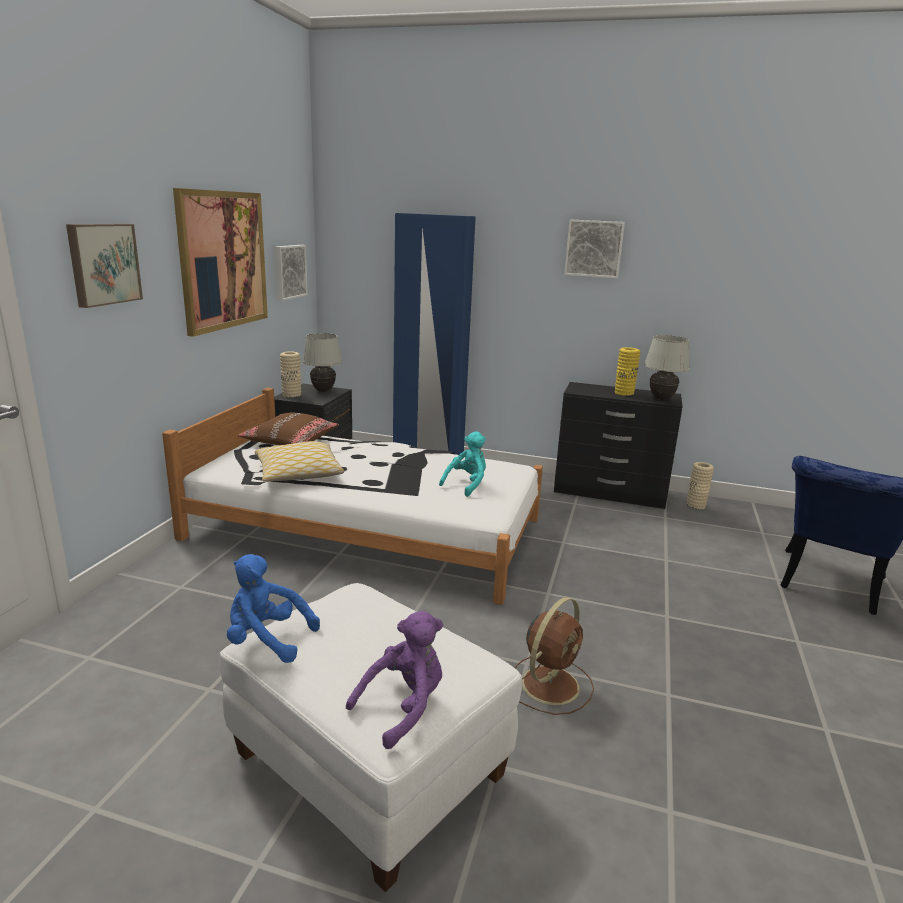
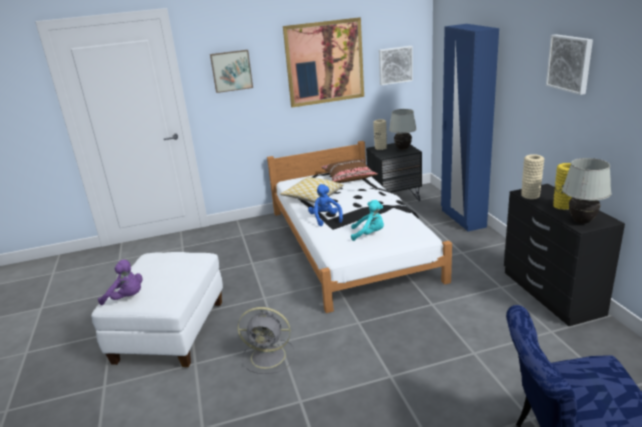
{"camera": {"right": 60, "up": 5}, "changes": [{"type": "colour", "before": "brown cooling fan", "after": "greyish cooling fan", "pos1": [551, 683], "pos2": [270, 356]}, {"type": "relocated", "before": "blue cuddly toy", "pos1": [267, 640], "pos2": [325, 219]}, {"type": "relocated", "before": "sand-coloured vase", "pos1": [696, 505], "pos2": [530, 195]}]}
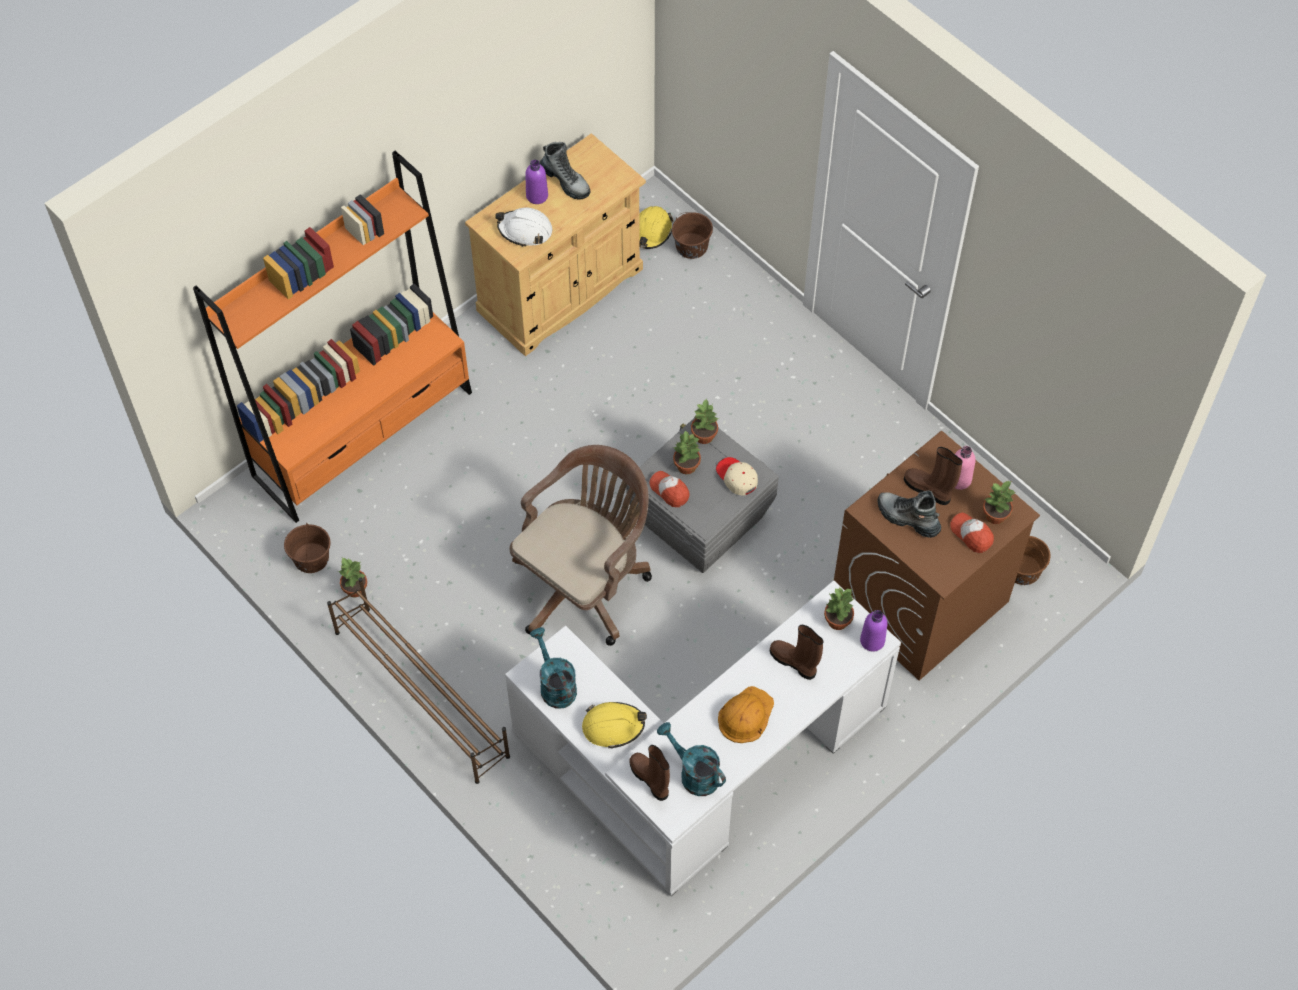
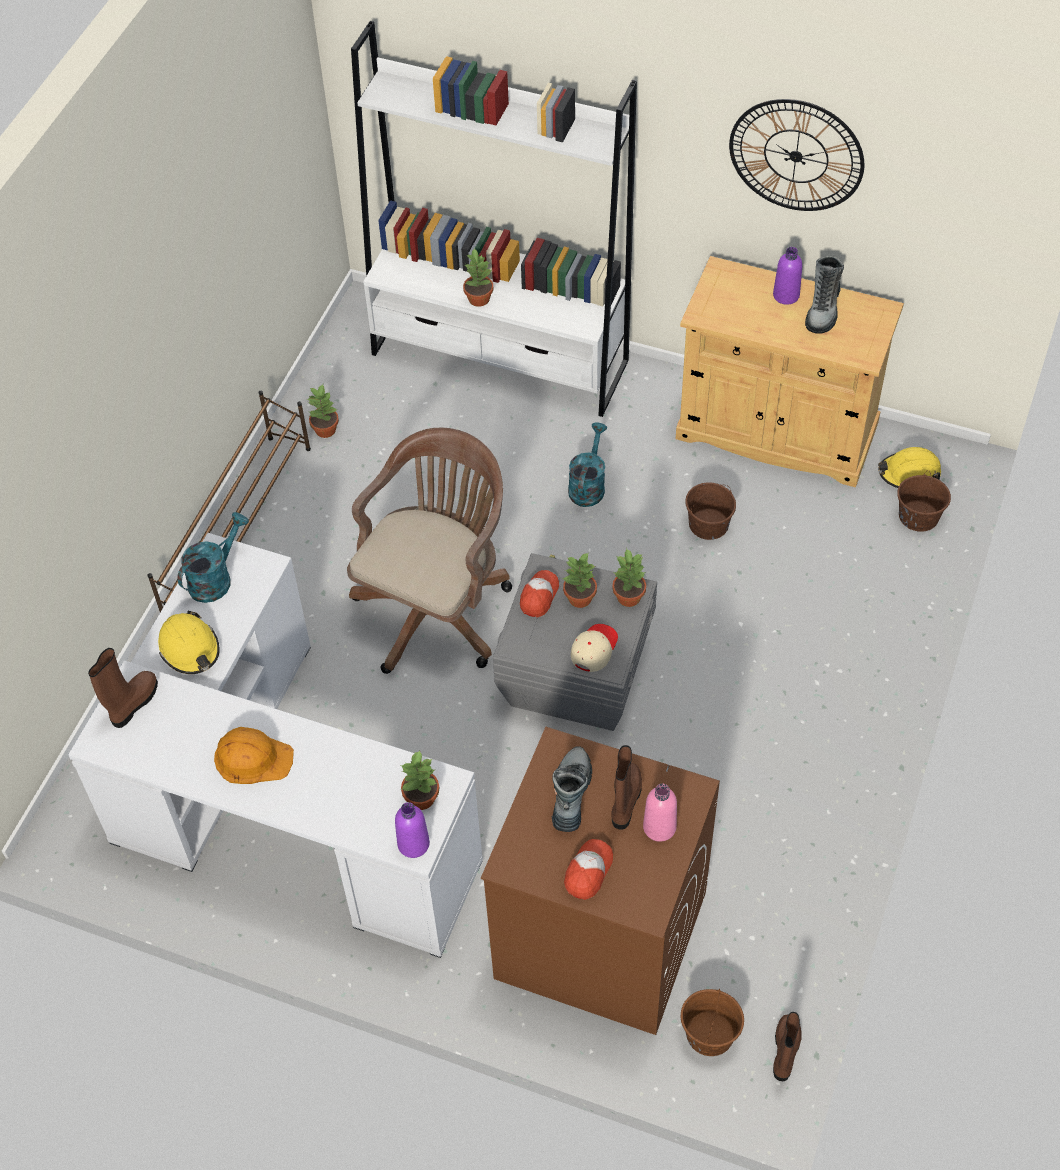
{"camera": {"right": 65, "up": -5}, "changes": [{"type": "spun", "before": "brown computer chair", "pos1": [585, 583], "pos2": [437, 607], "turn": -75}, {"type": "colour", "before": "orange bookcase", "after": "whitish bookcase", "pos1": [363, 433], "pos2": [500, 358]}, {"type": "relocated", "before": "potted plant", "pos1": [994, 515], "pos2": [478, 298]}, {"type": "relocated", "before": "blue-green sprinkling can", "pos1": [693, 773], "pos2": [588, 485]}, {"type": "relocated", "before": "brown water bucket", "pos1": [311, 558], "pos2": [709, 524]}, {"type": "appeared", "after": "wall clock", "pos2": [796, 156]}, {"type": "relocated", "before": "brown boot", "pos1": [794, 662], "pos2": [785, 1051]}, {"type": "missing", "before": "whitish hard hat", "pos1": [525, 230]}]}
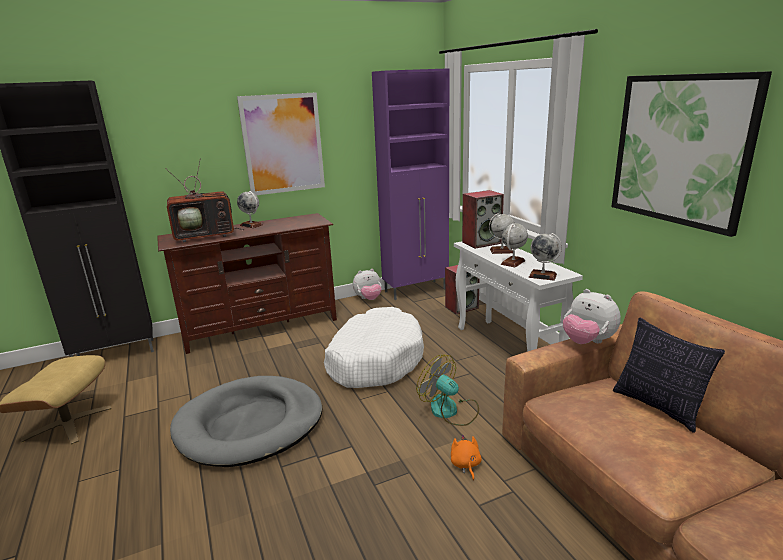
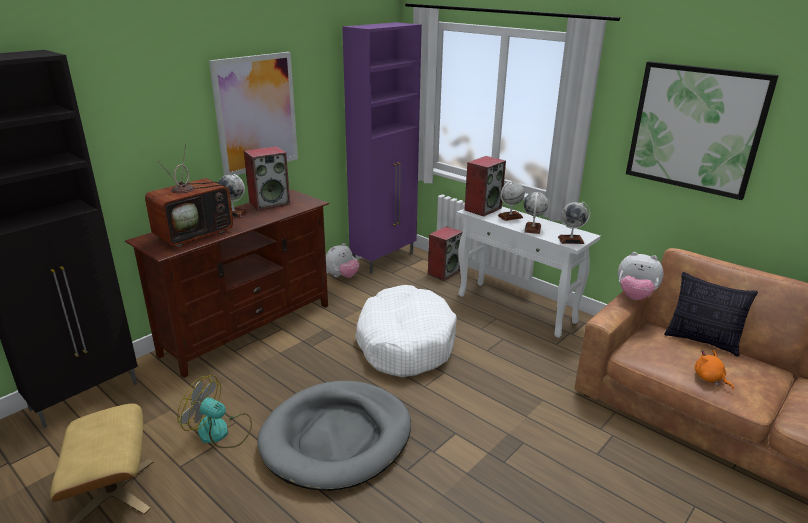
{"camera": {"right": -25, "up": 5}, "changes": [{"type": "relocated", "before": "cooling fan", "pos1": [450, 411], "pos2": [220, 432]}, {"type": "appeared", "after": "speaker", "pos2": [270, 203]}, {"type": "relocated", "before": "orange cuddly toy", "pos1": [465, 465], "pos2": [709, 378]}]}
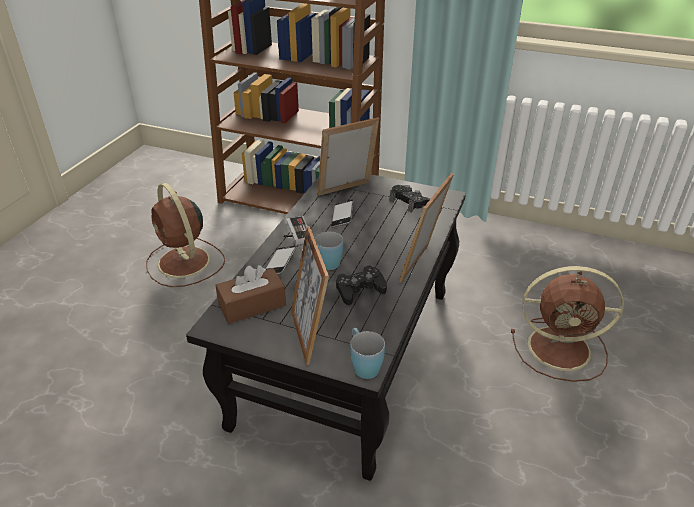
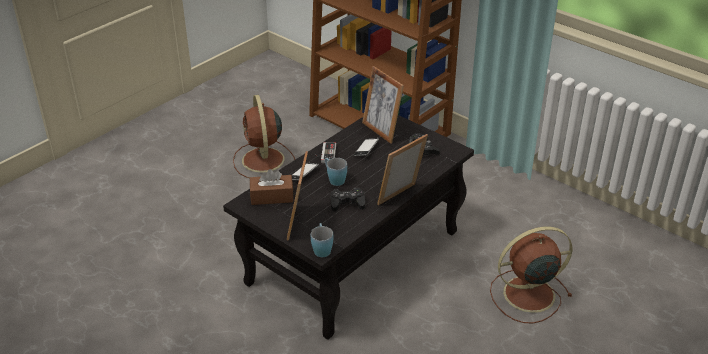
{"camera": {"right": 20, "up": 0}, "changes": [{"type": "spun", "before": "photo frame", "pos1": [347, 192], "pos2": [381, 131], "turn": -120}, {"type": "spun", "before": "brown cooling fan", "pos1": [562, 348], "pos2": [526, 294], "turn": 135}]}
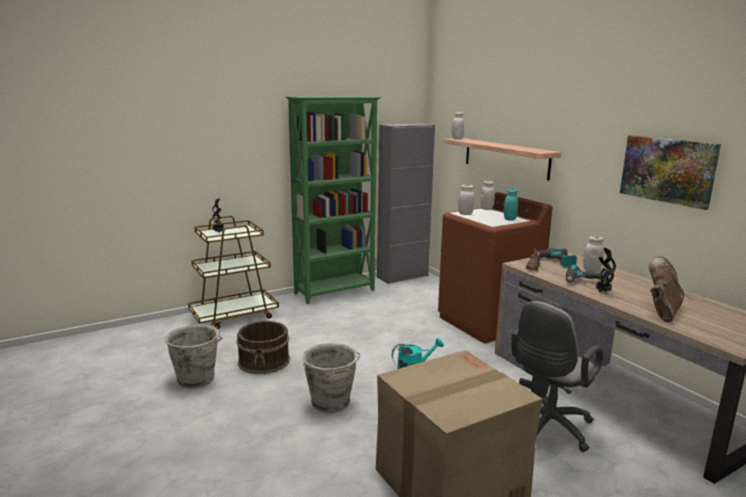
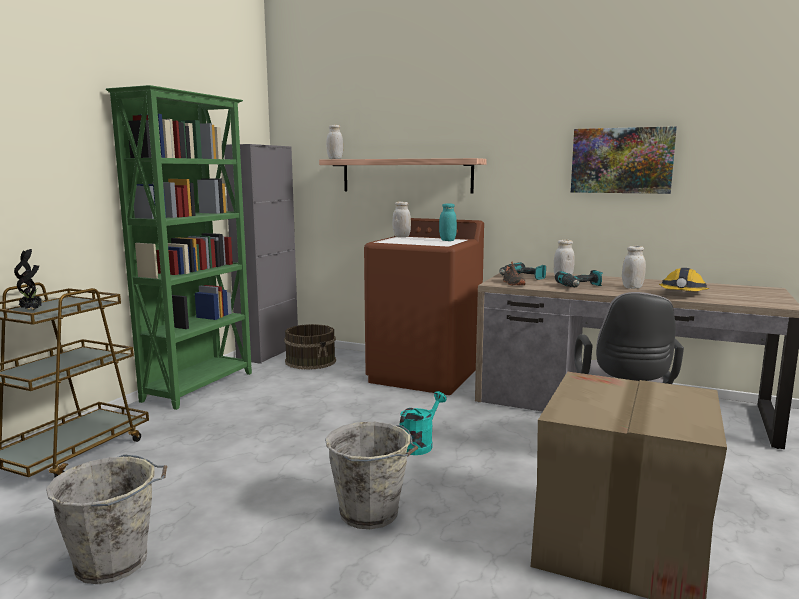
{"camera": {"right": -35, "up": -5}, "changes": [{"type": "relocated", "before": "brown water bucket", "pos1": [264, 361], "pos2": [311, 361]}, {"type": "relocated", "before": "whitish jar", "pos1": [465, 214], "pos2": [632, 287]}, {"type": "exchanged", "before": "brown boot", "after": "hard hat", "pos1": [661, 311], "pos2": [682, 294]}, {"type": "missing", "before": "potted plant", "pos1": [602, 292]}]}
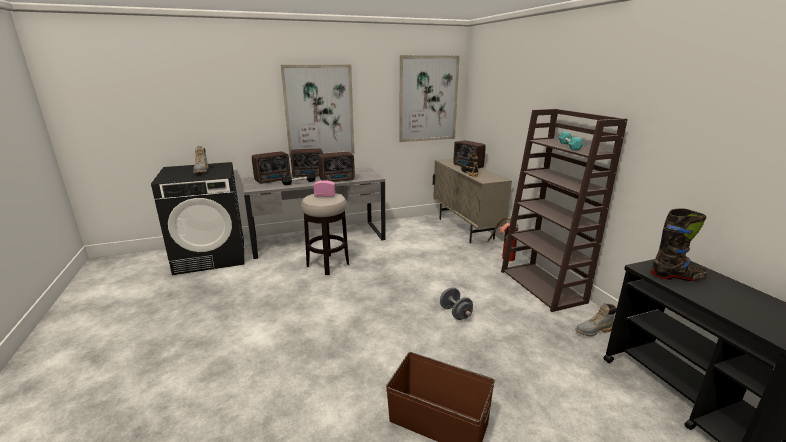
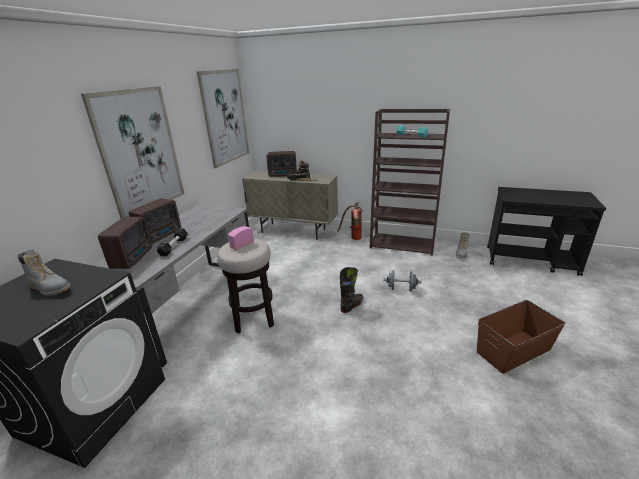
{"camera": {"right": -50, "up": 5}, "changes": [{"type": "relocated", "before": "black boot", "pos1": [677, 277], "pos2": [352, 306]}, {"type": "missing", "before": "radio set", "pos1": [338, 180]}]}
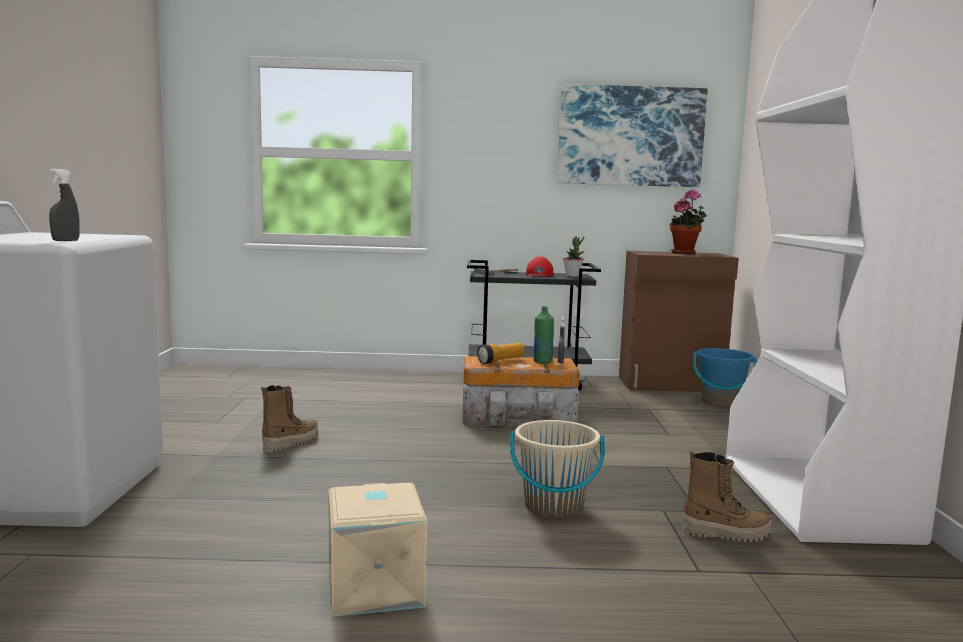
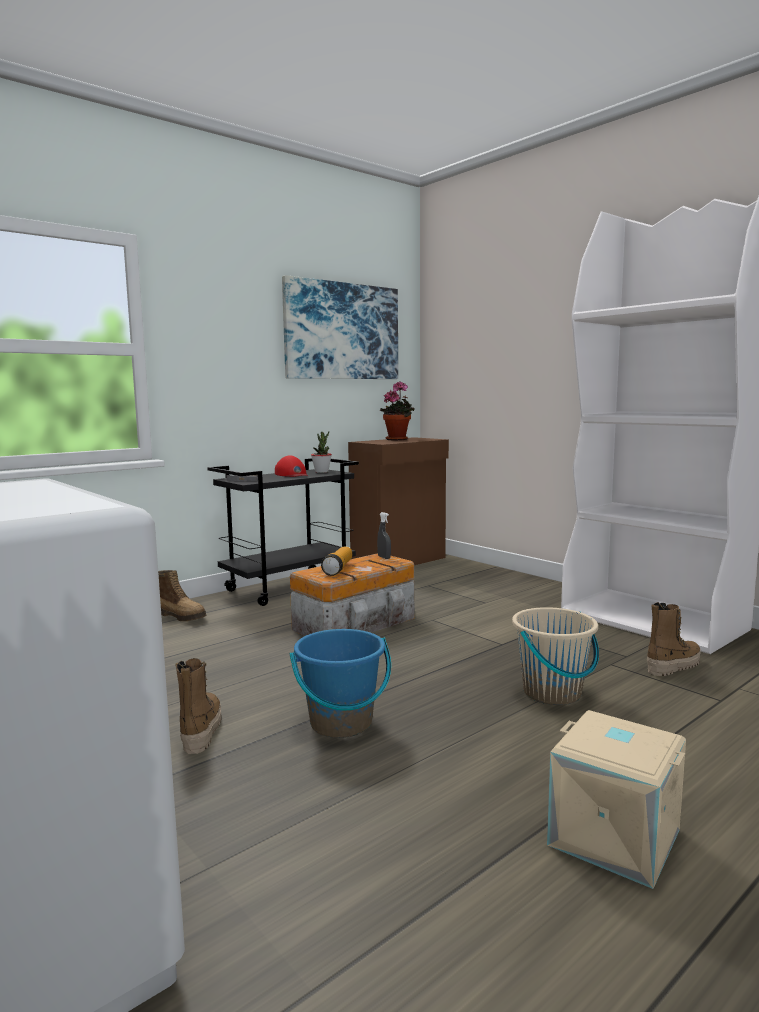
{"camera": {"right": -40, "up": 0}, "changes": [{"type": "appeared", "after": "boot", "pos2": [181, 616]}, {"type": "relocated", "before": "blue water bucket", "pos1": [720, 402], "pos2": [341, 723]}, {"type": "missing", "before": "greyish spray bottle", "pos1": [65, 241]}, {"type": "missing", "before": "greenish beverage bottle", "pos1": [542, 362]}]}
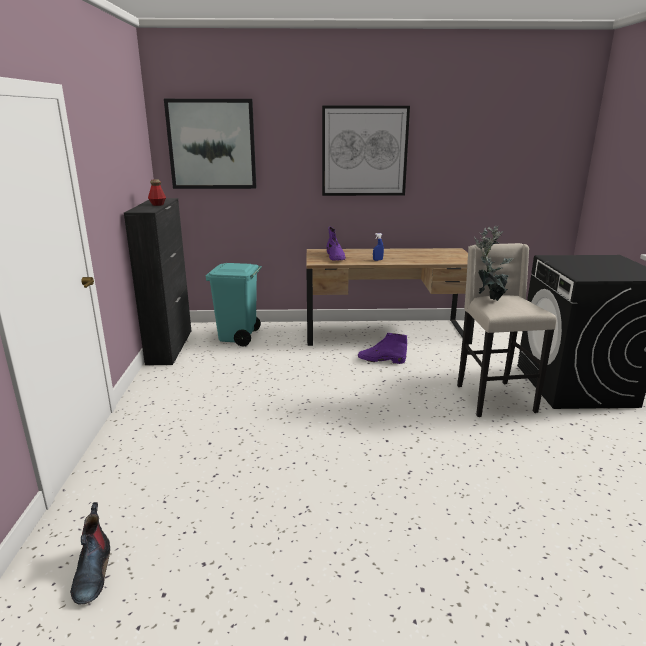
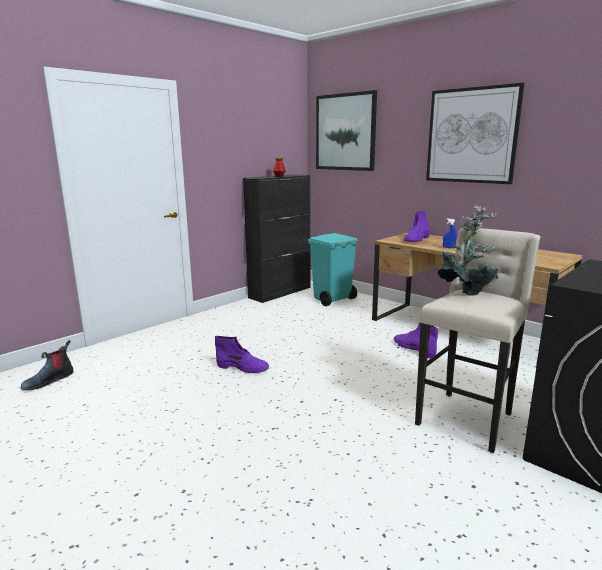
{"camera": {"right": 45, "up": -5}, "changes": [{"type": "appeared", "after": "purplish boot", "pos2": [243, 368]}]}
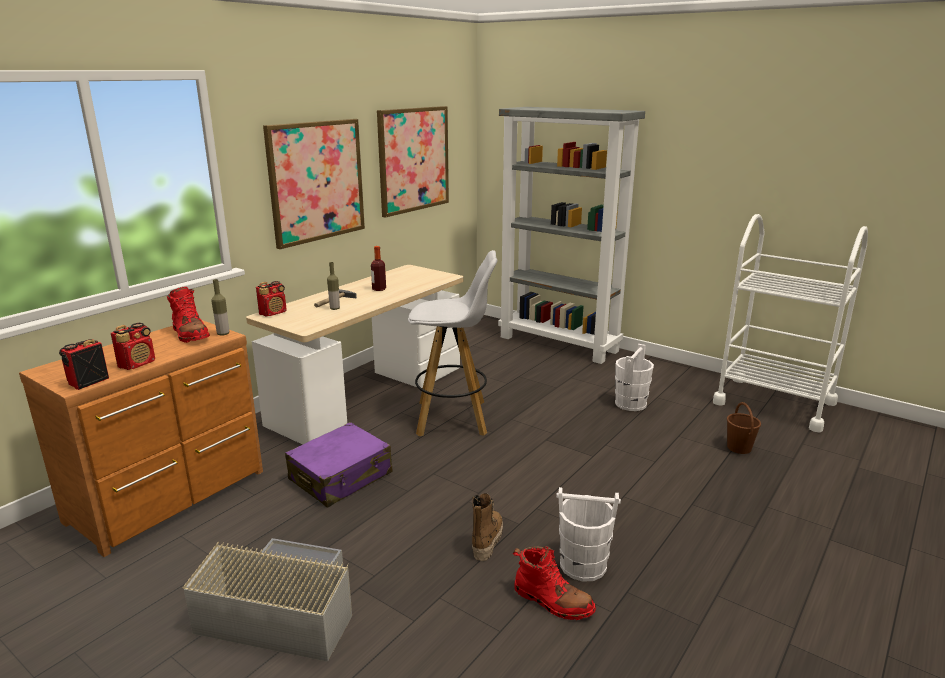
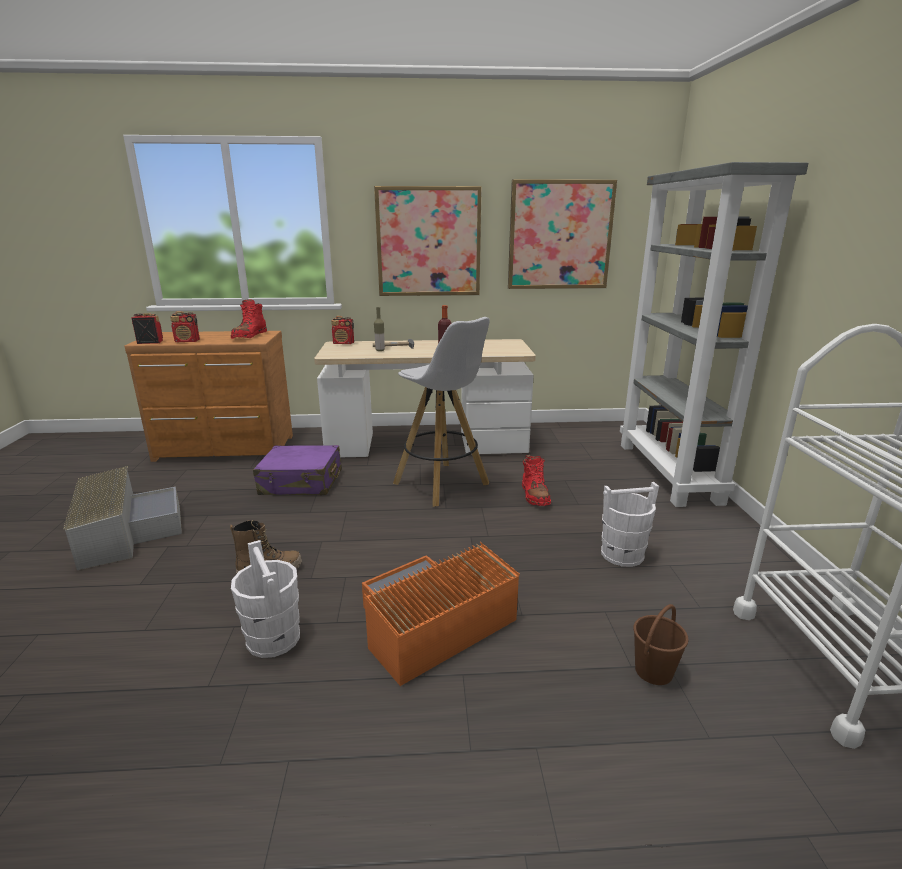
{"camera": {"right": 50, "up": 0}, "changes": [{"type": "appeared", "after": "orange storage container", "pos2": [431, 625]}, {"type": "relocated", "before": "red boot", "pos1": [552, 601], "pos2": [534, 495]}, {"type": "missing", "before": "beverage bottle", "pos1": [223, 334]}]}
